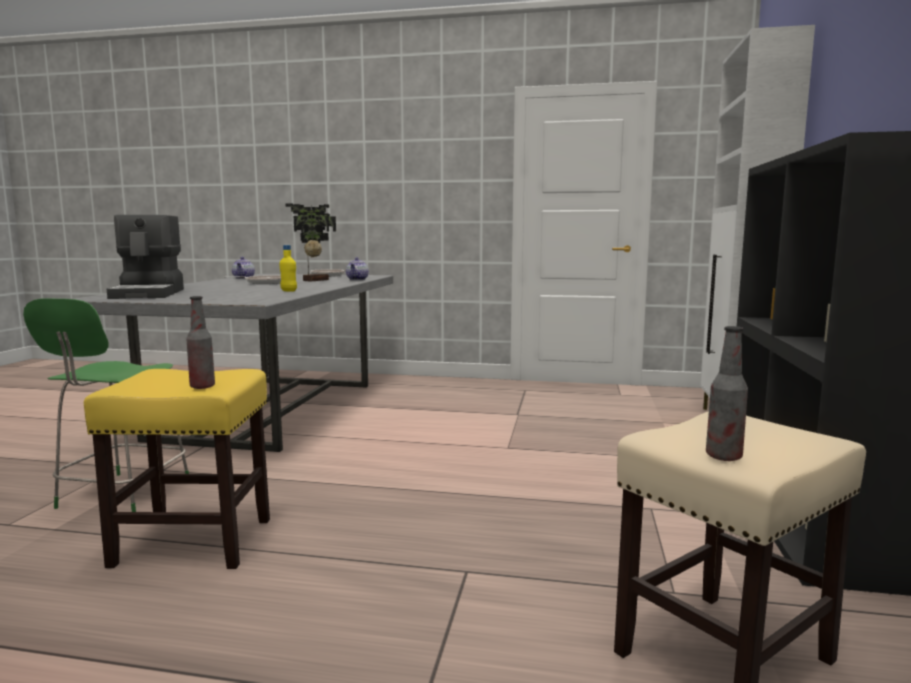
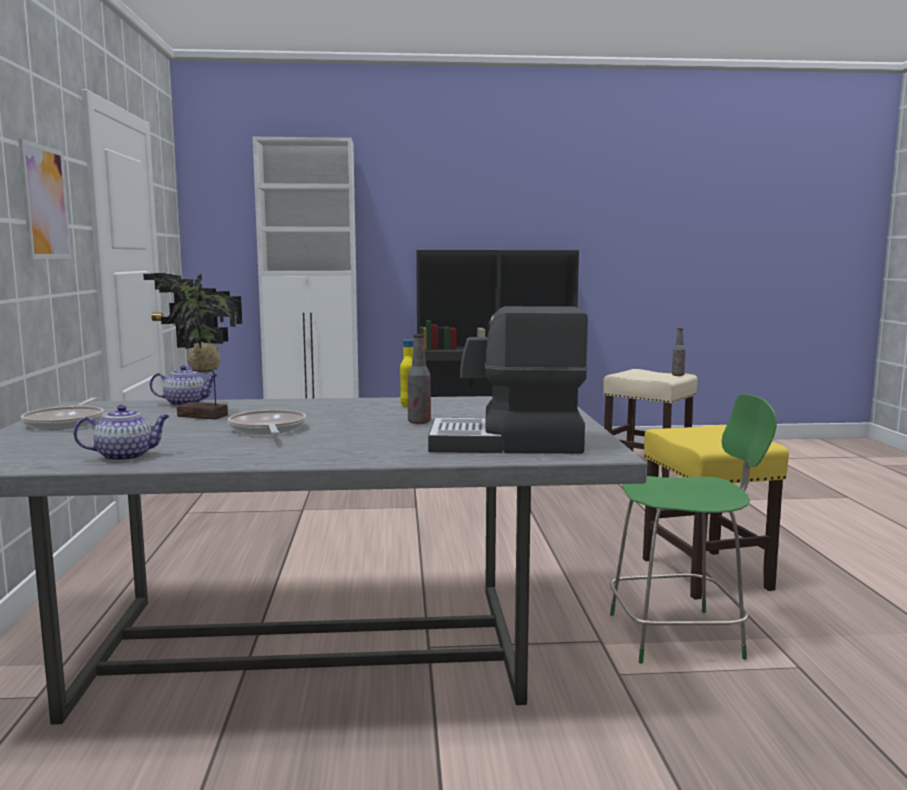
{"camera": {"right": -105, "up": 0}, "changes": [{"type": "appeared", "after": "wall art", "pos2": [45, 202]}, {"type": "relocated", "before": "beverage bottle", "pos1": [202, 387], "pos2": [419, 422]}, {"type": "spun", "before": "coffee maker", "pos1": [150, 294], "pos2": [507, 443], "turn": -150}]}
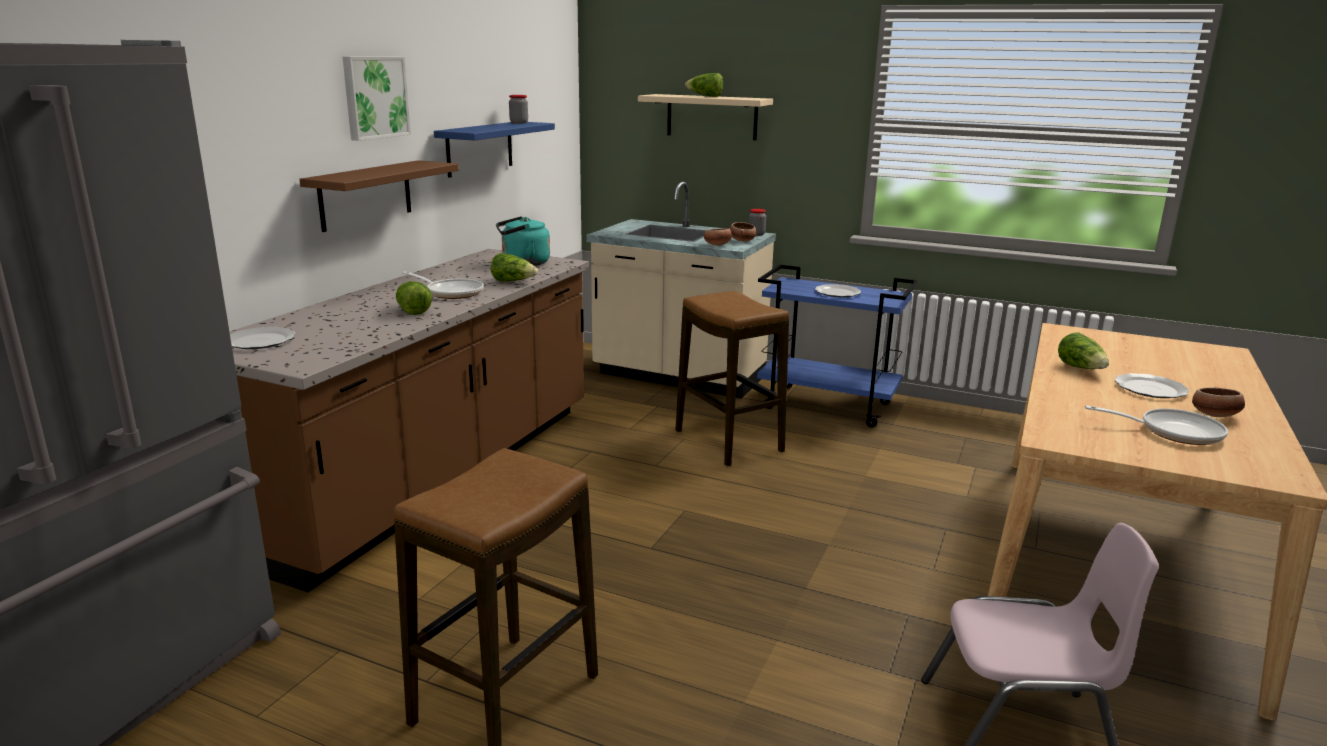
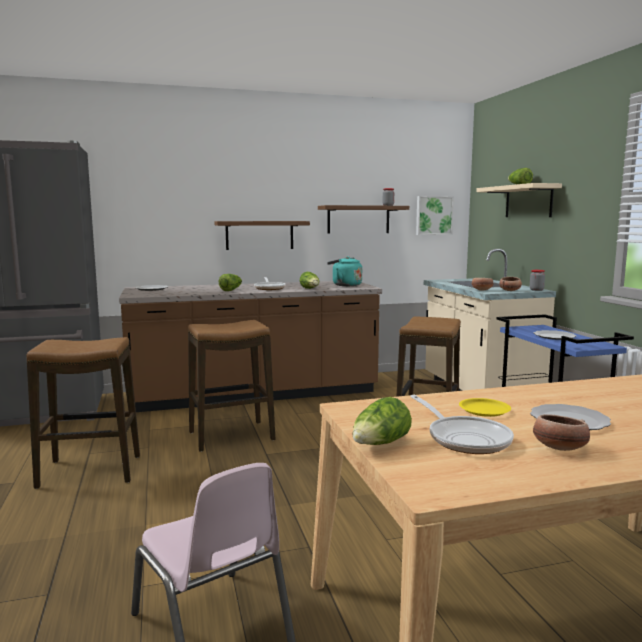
{"camera": {"right": 50, "up": -10}, "changes": [{"type": "appeared", "after": "stool", "pos2": [231, 436]}, {"type": "colour", "before": "blue bracket shelf", "after": "brown bracket shelf", "pos1": [479, 148], "pos2": [358, 219]}, {"type": "relocated", "before": "lettuce head", "pos1": [1081, 368], "pos2": [380, 444]}, {"type": "relocated", "before": "wall art", "pos1": [374, 97], "pos2": [433, 215]}, {"type": "appeared", "after": "yellow flat dish", "pos2": [484, 410]}]}
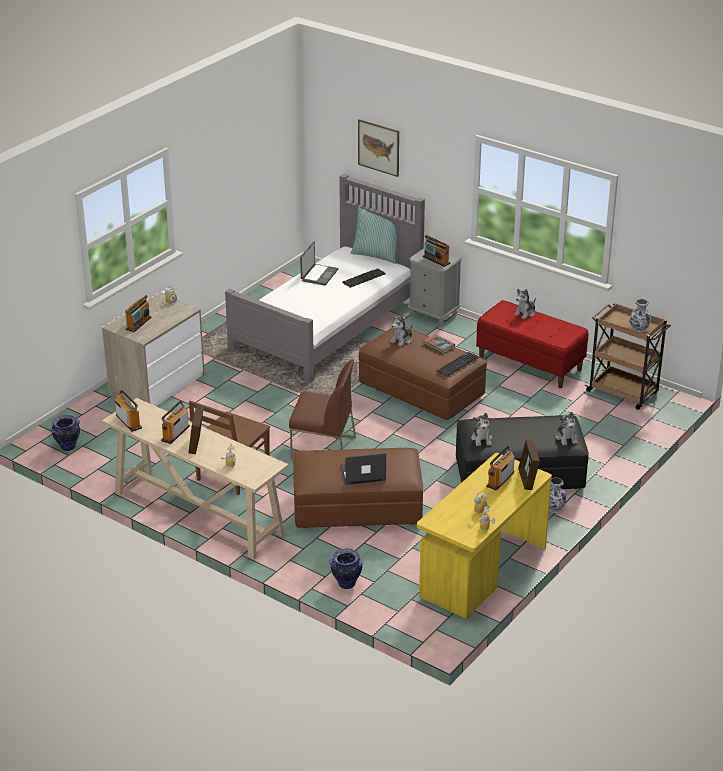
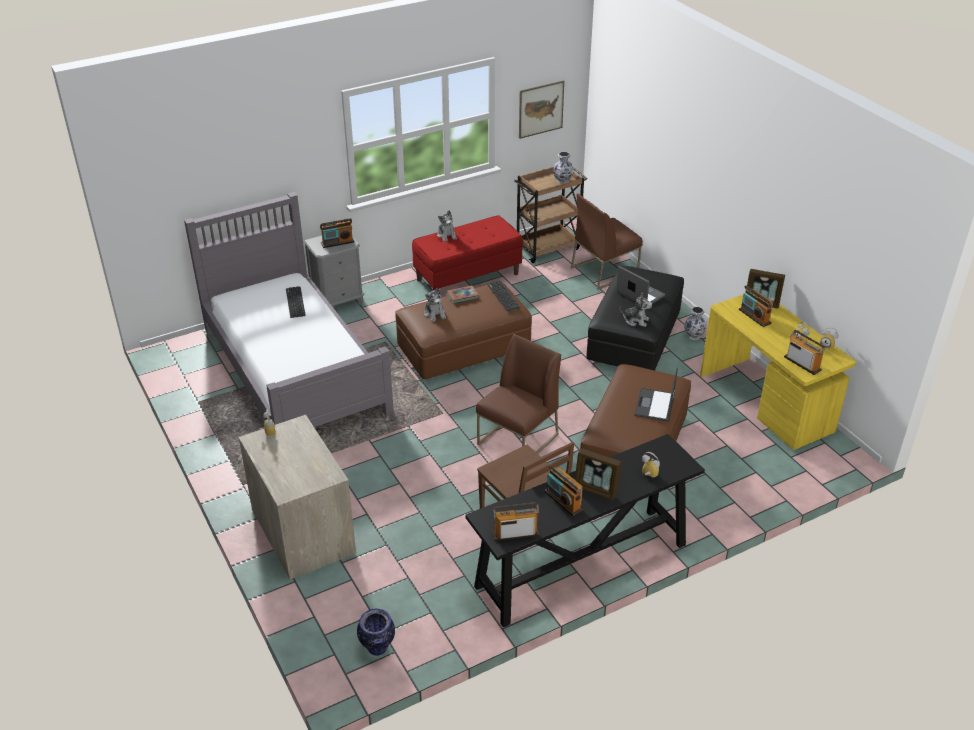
{"camera": {"right": -65, "up": 5}, "changes": [{"type": "colour", "before": "sand-coloured hall table", "after": "black hall table", "pos1": [197, 513], "pos2": [580, 566]}, {"type": "relocated", "before": "wall art", "pos1": [378, 147], "pos2": [541, 109]}, {"type": "appeared", "after": "brown upright chair", "pos2": [604, 271]}, {"type": "relocated", "before": "notebook computer", "pos1": [319, 275], "pos2": [639, 294]}, {"type": "relocated", "before": "radio set", "pos1": [138, 323], "pos2": [802, 363]}, {"type": "missing", "before": "vase", "pos1": [346, 584]}, {"type": "missing", "before": "cushion", "pos1": [376, 255]}, {"type": "missing", "before": "cuddly toy", "pos1": [566, 438]}]}
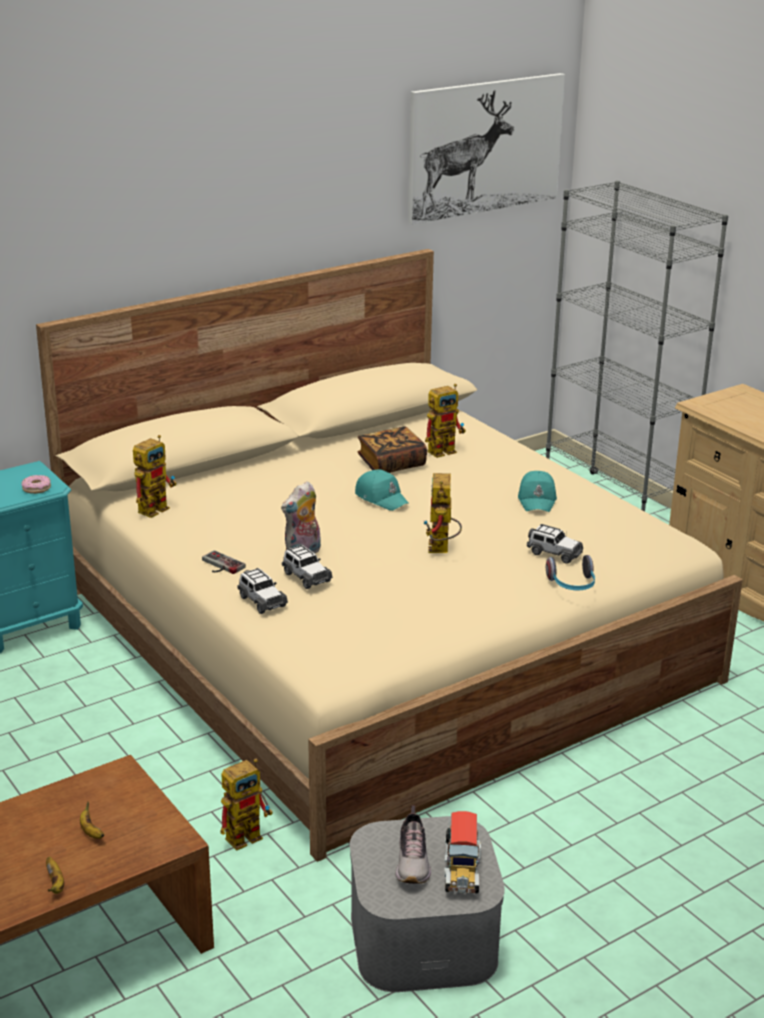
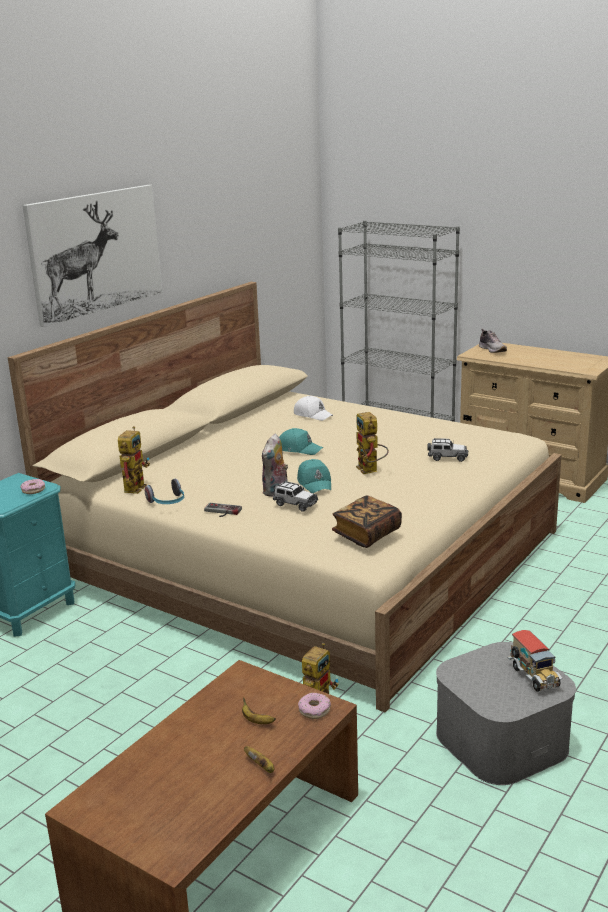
{"camera": {"right": -20, "up": -5}, "changes": [{"type": "relocated", "before": "wall art", "pos1": [485, 147], "pos2": [96, 252]}, {"type": "relocated", "before": "headphones", "pos1": [572, 585], "pos2": [167, 502]}, {"type": "exchanged", "before": "toy robot", "after": "whitish cap", "pos1": [445, 449], "pos2": [313, 415]}, {"type": "relocated", "before": "blue-green cap", "pos1": [537, 499], "pos2": [315, 483]}, {"type": "appeared", "after": "ring doughnut", "pos2": [314, 710]}, {"type": "relocated", "before": "book", "pos1": [391, 464], "pos2": [366, 534]}, {"type": "relocated", "before": "shoe", "pos1": [413, 862], "pos2": [492, 350]}, {"type": "missing", "before": "toy car", "pos1": [261, 601]}]}
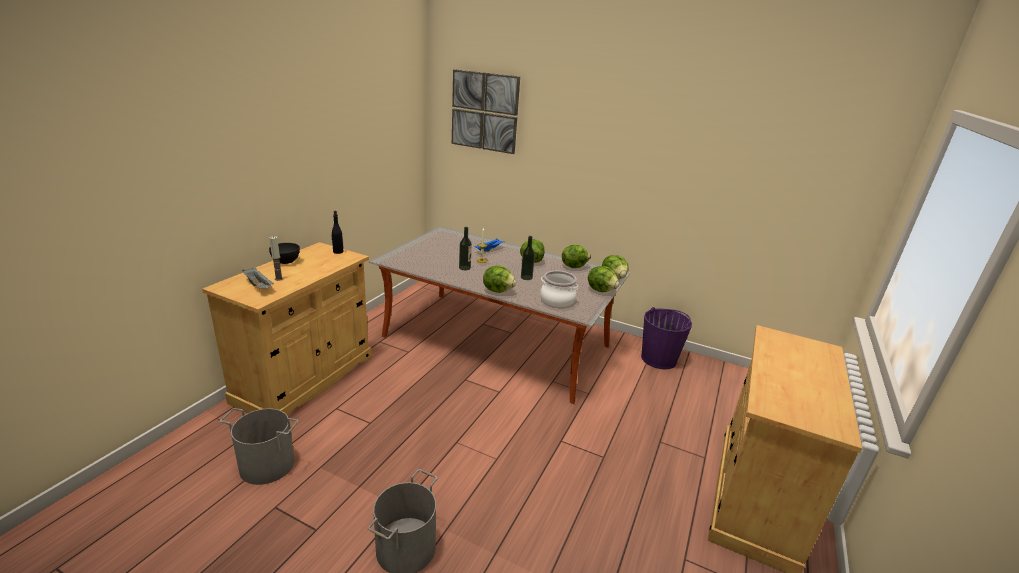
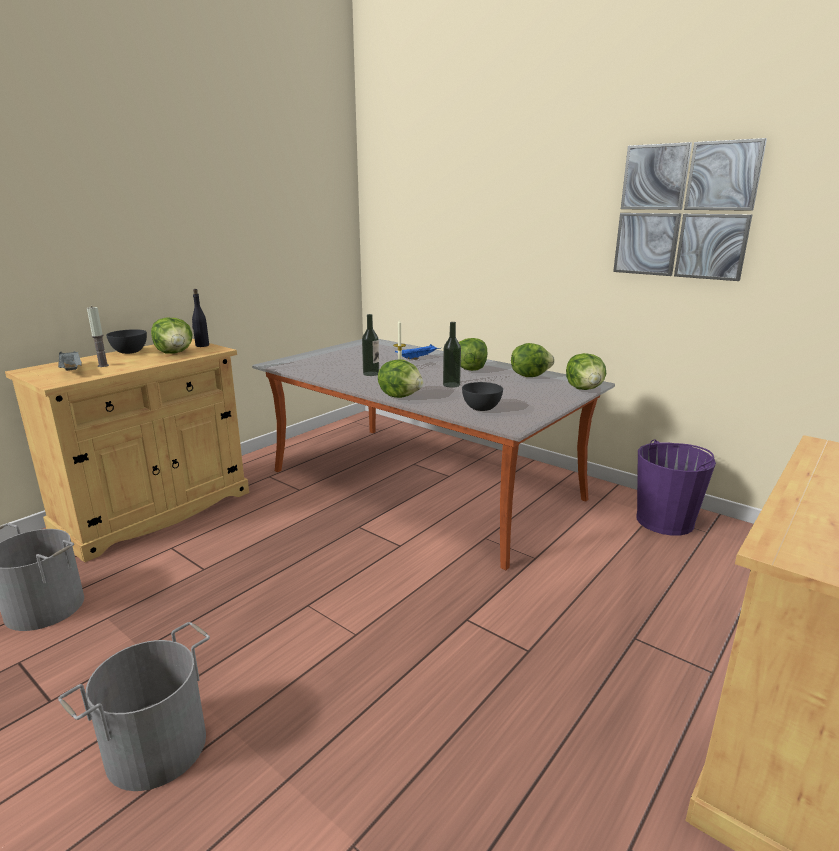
{"camera": {"right": 15, "up": -5}, "changes": [{"type": "relocated", "before": "lettuce head", "pos1": [601, 290], "pos2": [175, 353]}, {"type": "exchanged", "before": "saucepot", "after": "greyish bowl", "pos1": [557, 300], "pos2": [482, 408]}, {"type": "relocated", "before": "wall art", "pos1": [484, 111], "pos2": [683, 211]}]}
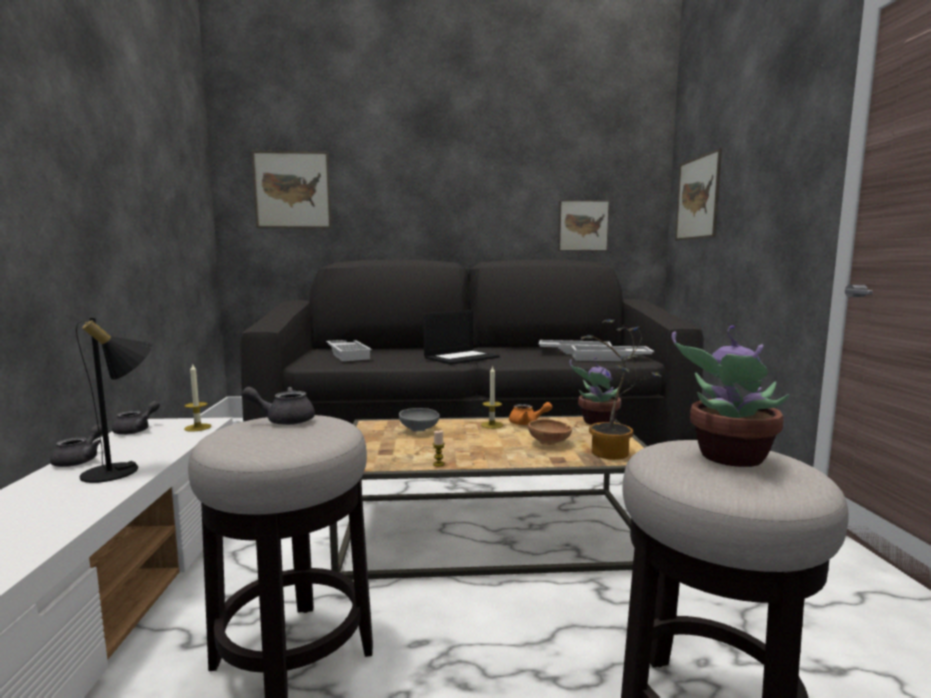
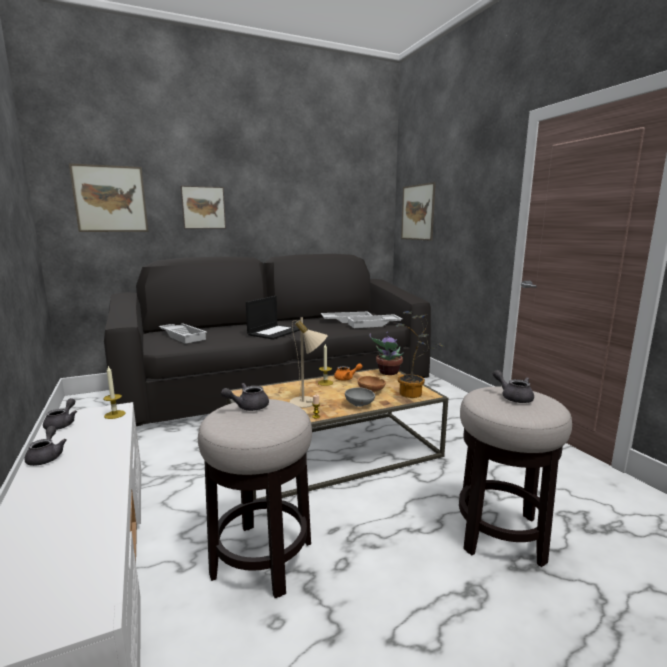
{"camera": {"right": -20, "up": 5}, "changes": [{"type": "relocated", "before": "wall art", "pos1": [582, 226], "pos2": [203, 207]}, {"type": "appeared", "after": "sand-coloured lamp for a table", "pos2": [308, 403]}, {"type": "relocated", "before": "greyish bowl", "pos1": [419, 430], "pos2": [360, 405]}, {"type": "exchanged", "before": "potted plant", "after": "greyish pot for tea", "pos1": [728, 458], "pos2": [513, 397]}, {"type": "missing", "before": "black lamp for a table", "pos1": [122, 470]}]}
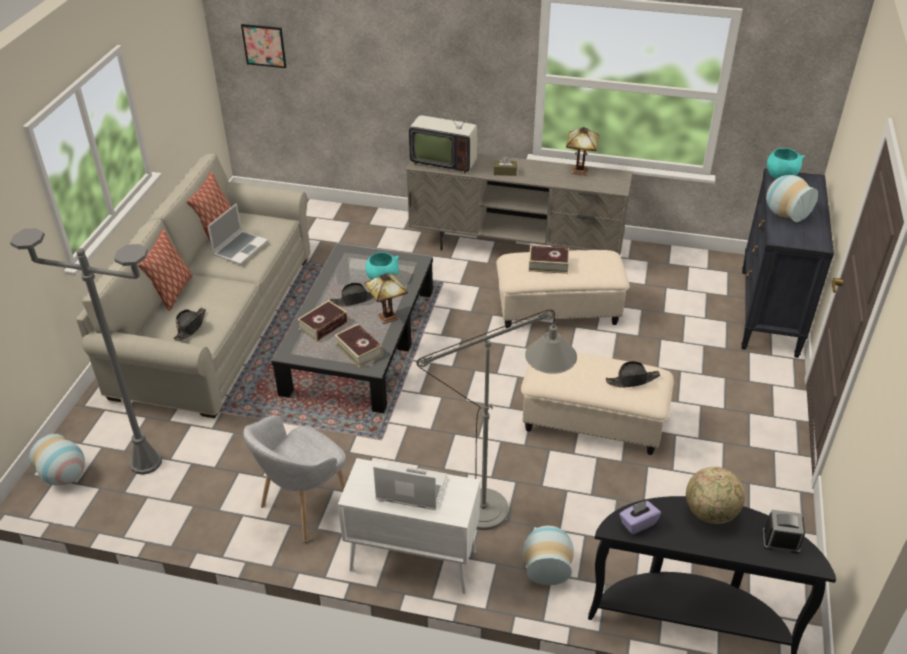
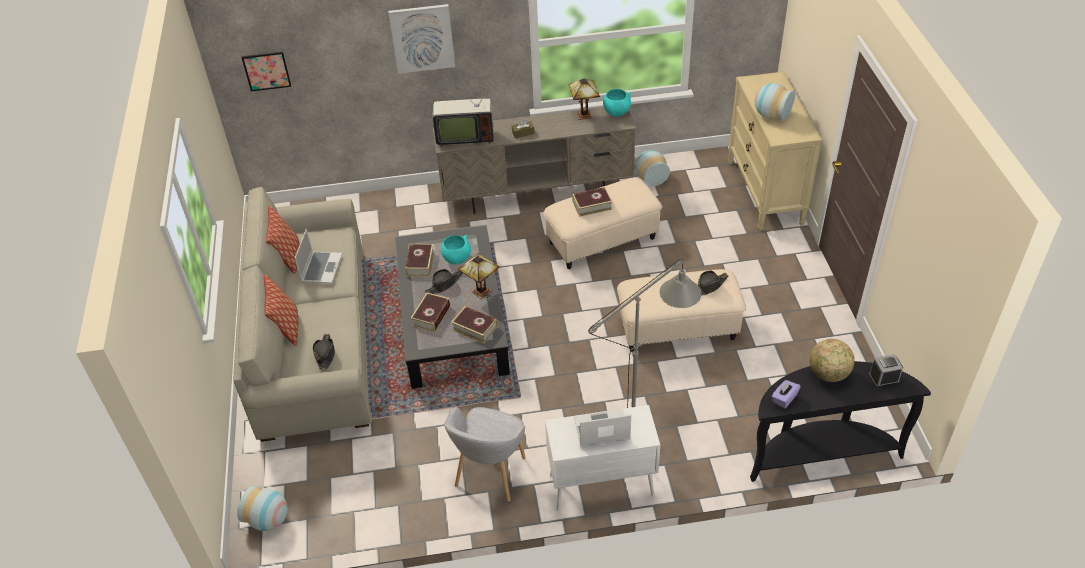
{"camera": {"right": -20, "up": 5}, "changes": [{"type": "appeared", "after": "wall art", "pos2": [422, 38]}, {"type": "appeared", "after": "book", "pos2": [420, 264]}, {"type": "relocated", "before": "blue-green bowl", "pos1": [780, 176], "pos2": [616, 112]}, {"type": "relocated", "before": "vase", "pos1": [546, 566], "pos2": [650, 178]}, {"type": "colour", "before": "black dresser", "after": "sand-coloured dresser", "pos1": [769, 312], "pos2": [765, 192]}, {"type": "missing", "before": "greyish standard lamp", "pos1": [146, 462]}]}
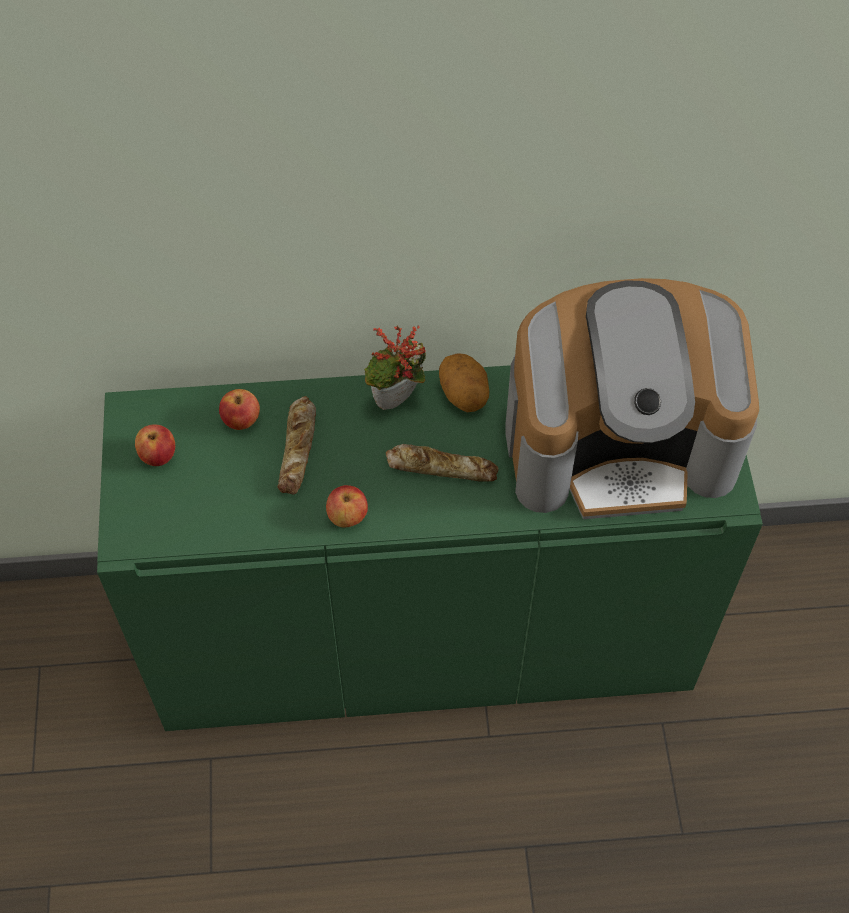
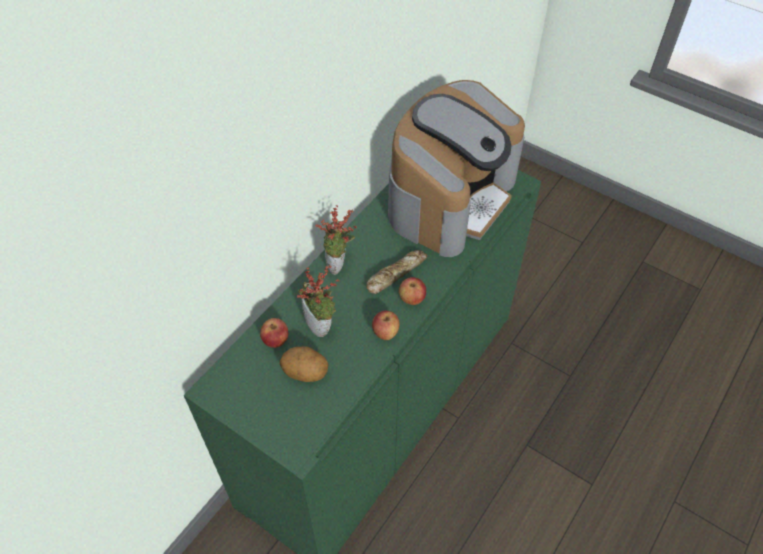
{"camera": {"right": -50, "up": -5}, "changes": [{"type": "relocated", "before": "spud", "pos1": [464, 395], "pos2": [305, 372]}, {"type": "exchanged", "before": "bread", "after": "potted plant", "pos1": [298, 449], "pos2": [321, 326]}, {"type": "relocated", "before": "apple fruit", "pos1": [158, 456], "pos2": [412, 299]}]}
